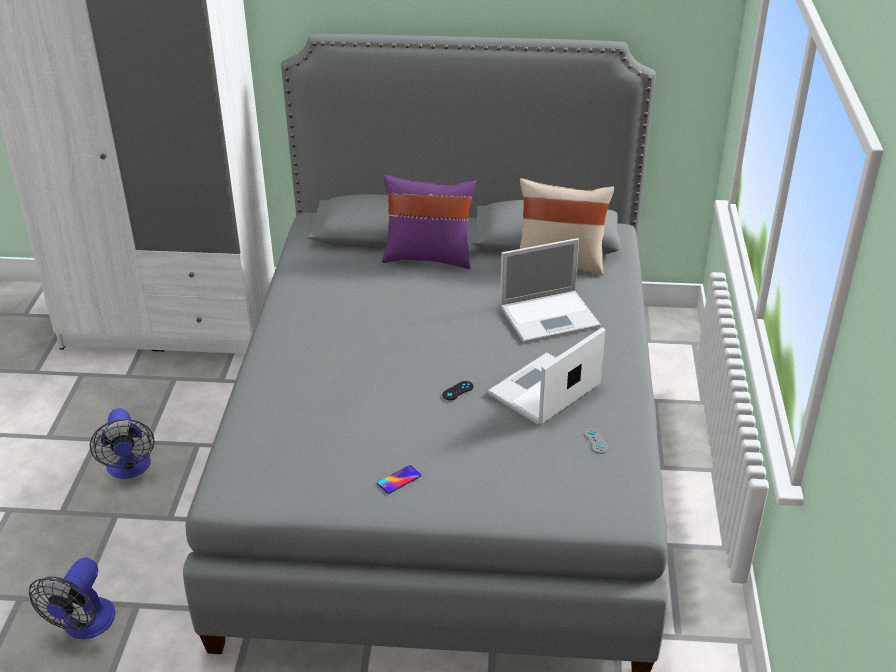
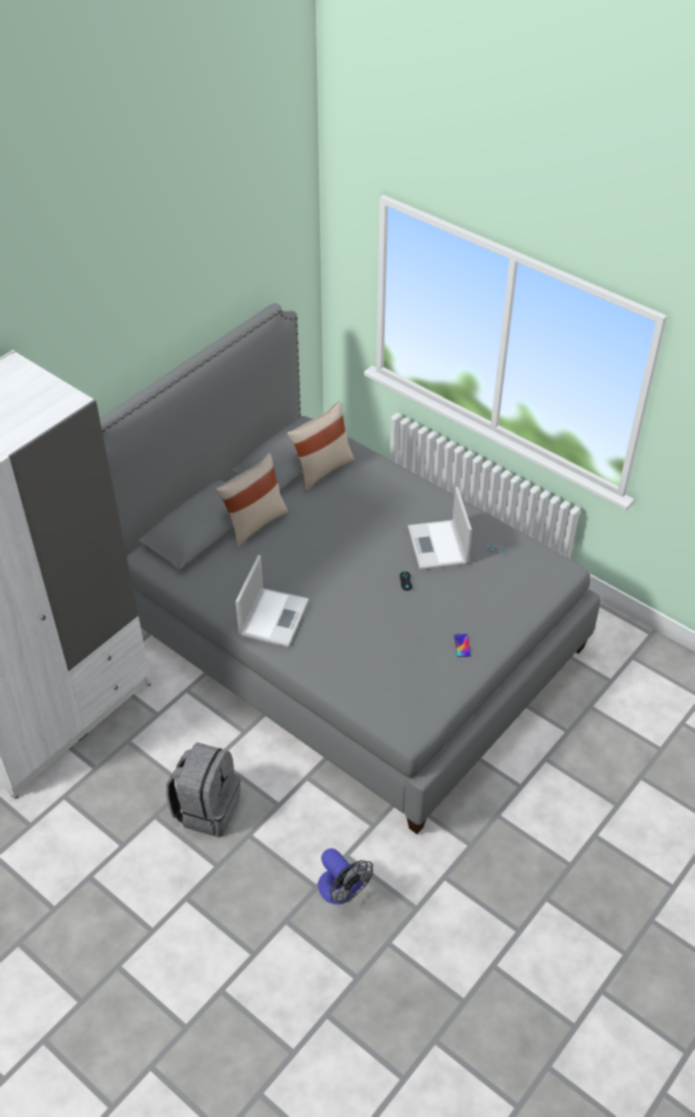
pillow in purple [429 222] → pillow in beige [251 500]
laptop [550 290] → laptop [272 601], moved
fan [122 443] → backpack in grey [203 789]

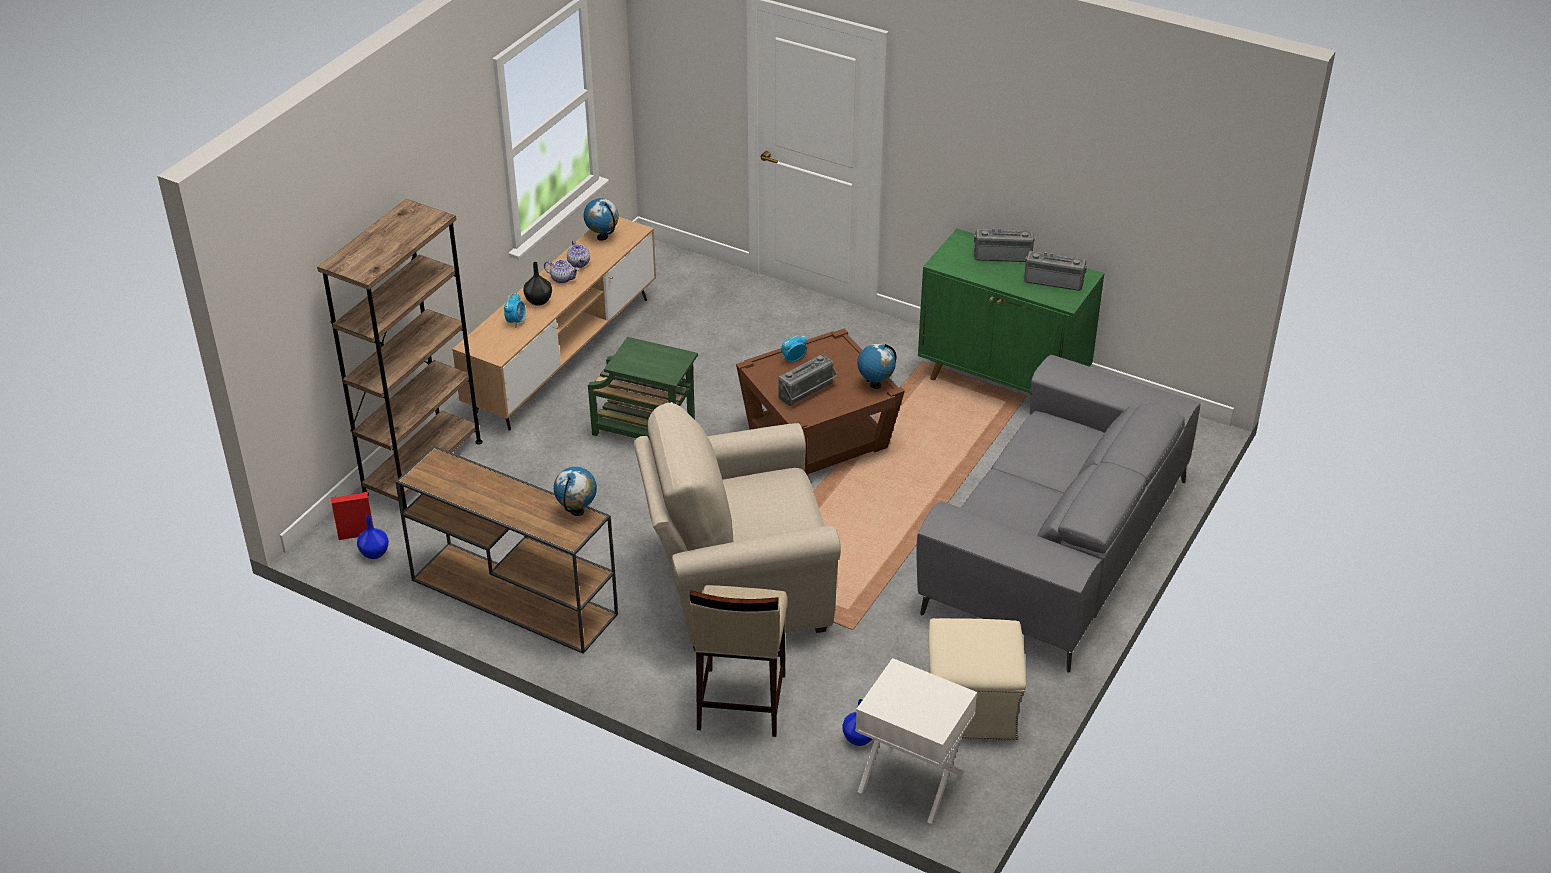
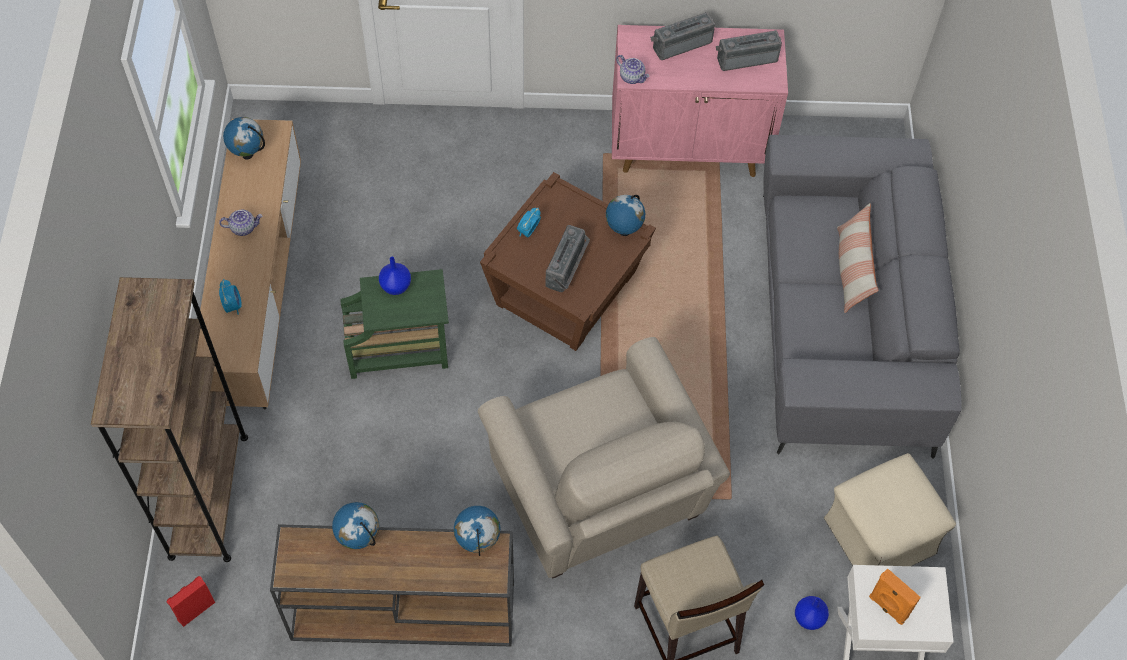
cabinet in green [1011 311] → cabinet in pink [700 101]
teapot [578 254] → teapot [633 69], moved
vase in black [537 284] → -
armchair in beige [737 526] → armchair in beige [604 458], 75 degrees counterclockwise
vase in blue [373 537] → vase in blue [395 276], moved
- → pillow [858 258]
- → globe [355 525]
- → speaker in orange [895 596]

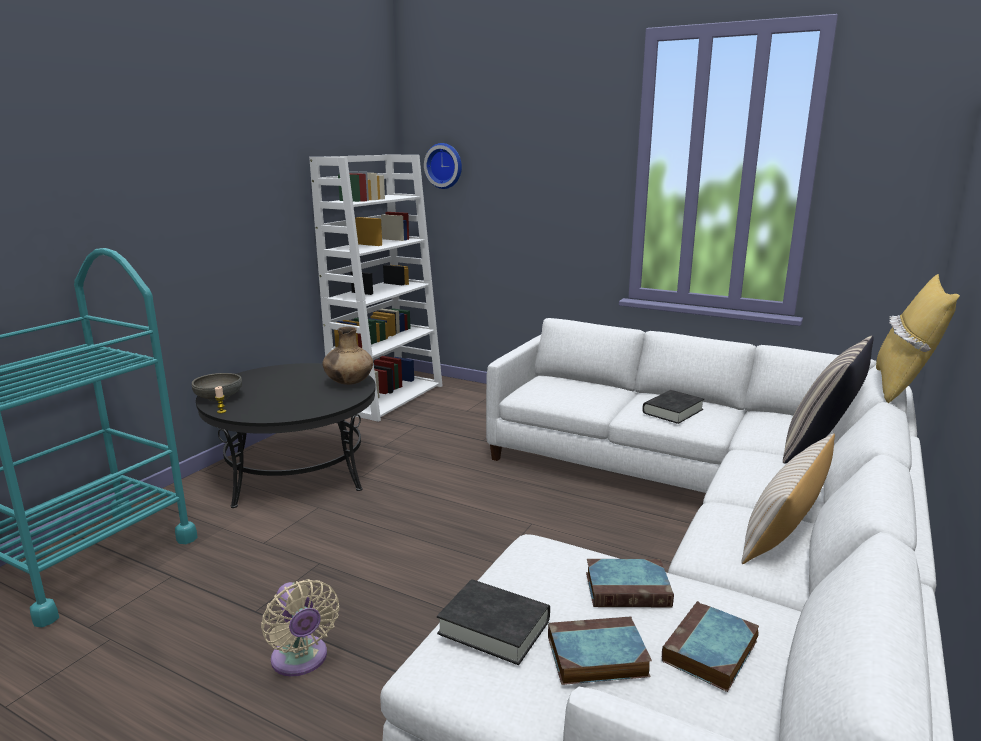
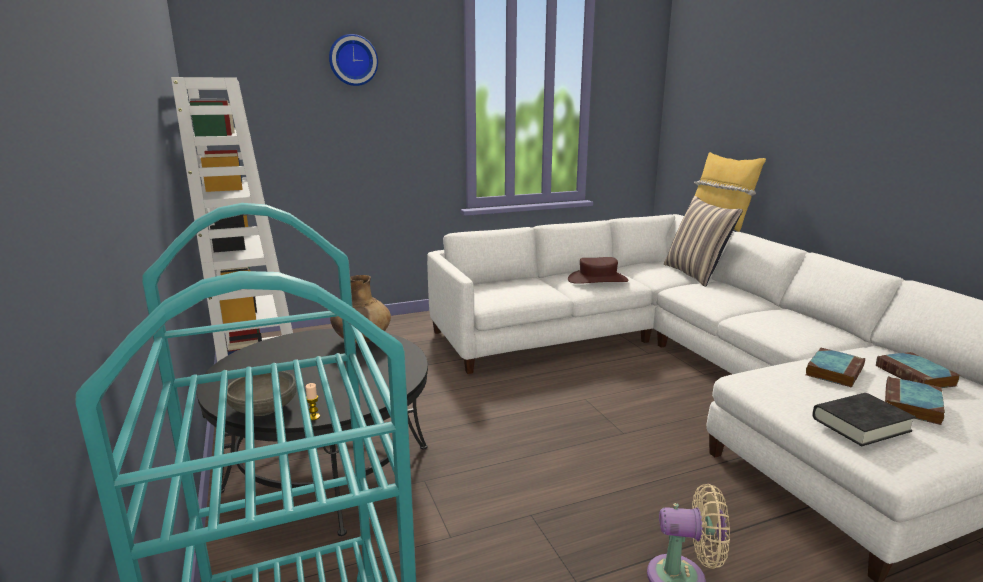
wall clock [443 166] → wall clock [353 60], moved
book in black [673 407] → hat in brown [598 270]
pillow in beige [788 498] → -

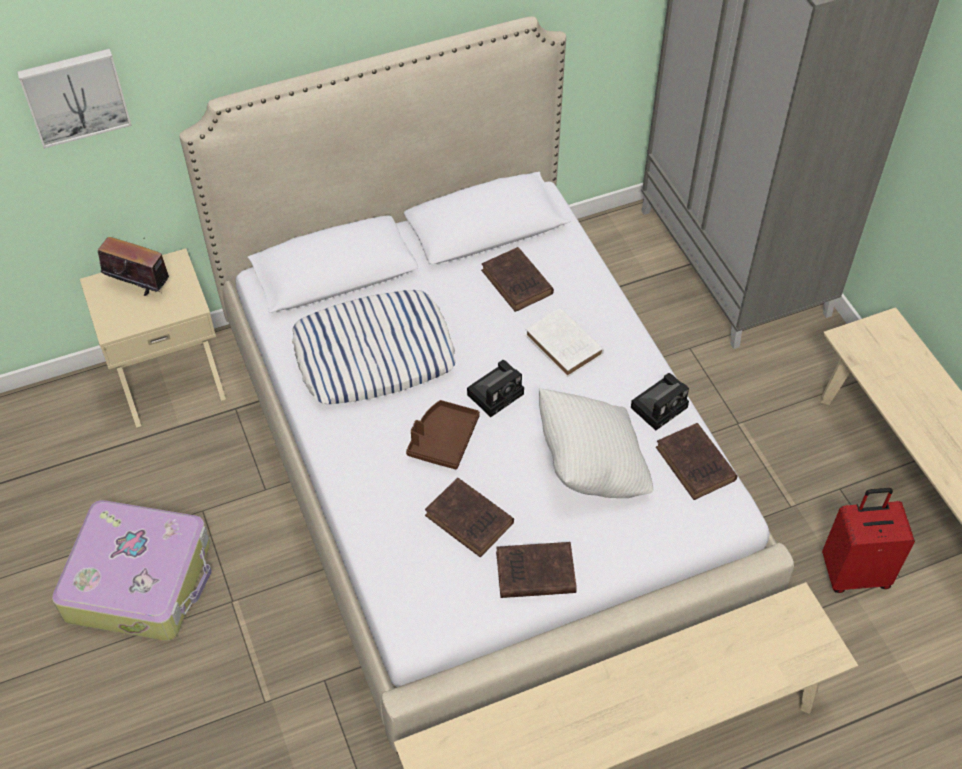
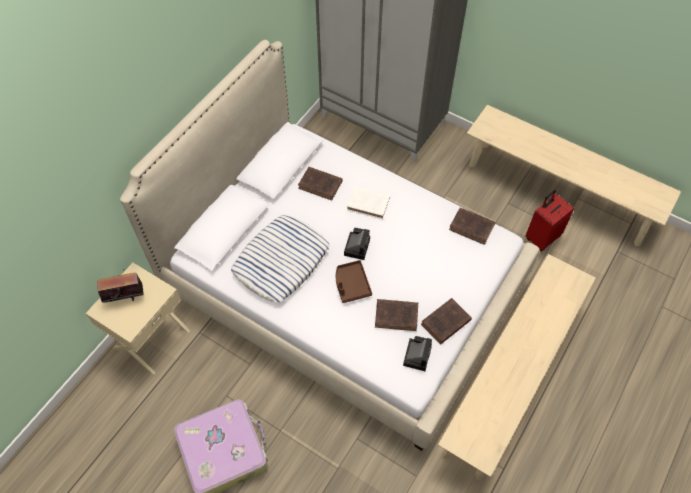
picture [74 99] → -
photo camera [660 401] → photo camera [417 353], moved
pillow in white [596 443] → -

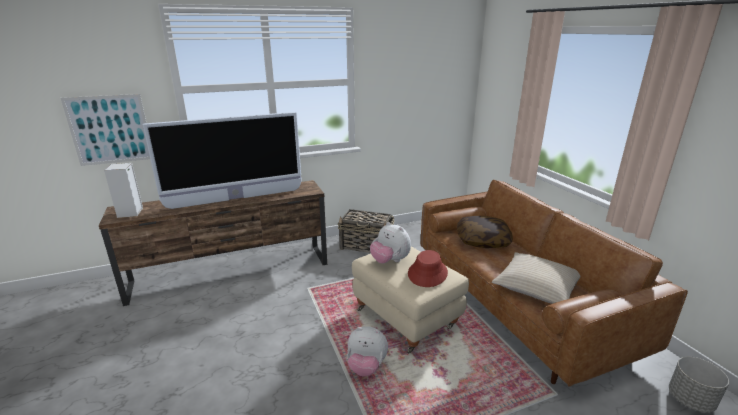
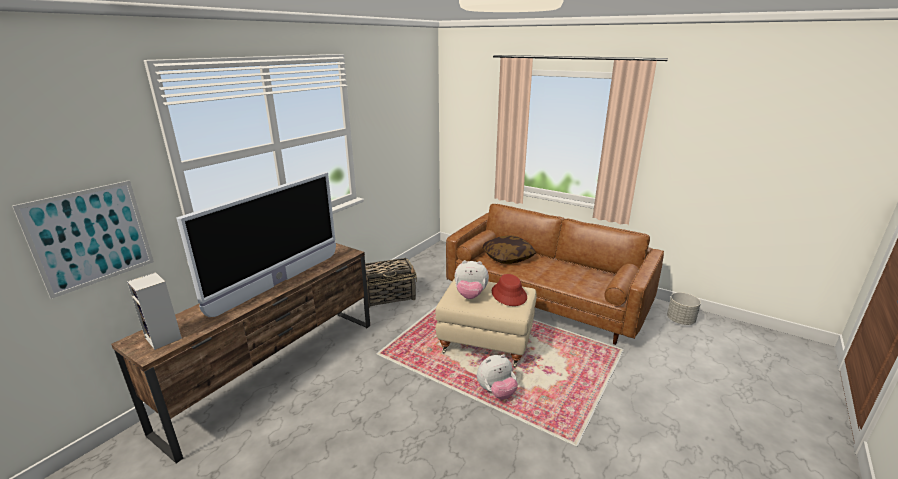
pillow in beige [536 278] → -

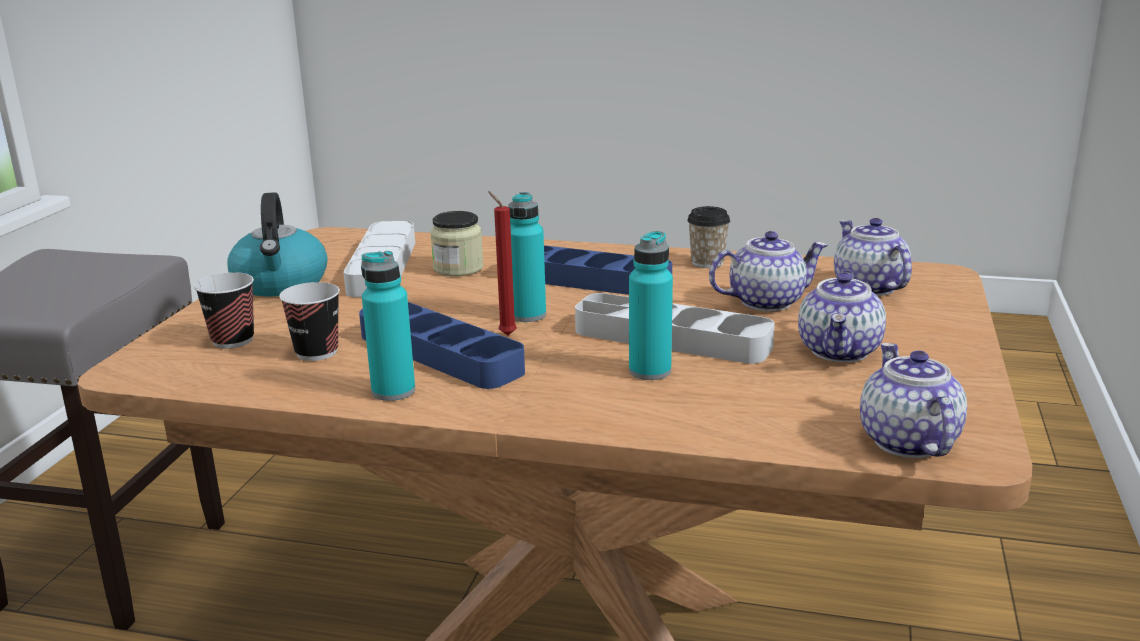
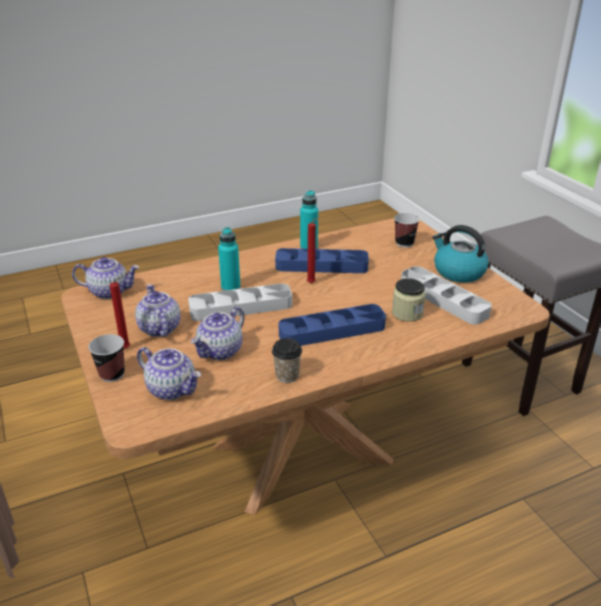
bottle in turquoise [527 257] → -
cup [309 321] → cup [106 358], moved
teapot [913 400] → teapot [105 278], 45 degrees counterclockwise
- → candle in red [120 312]

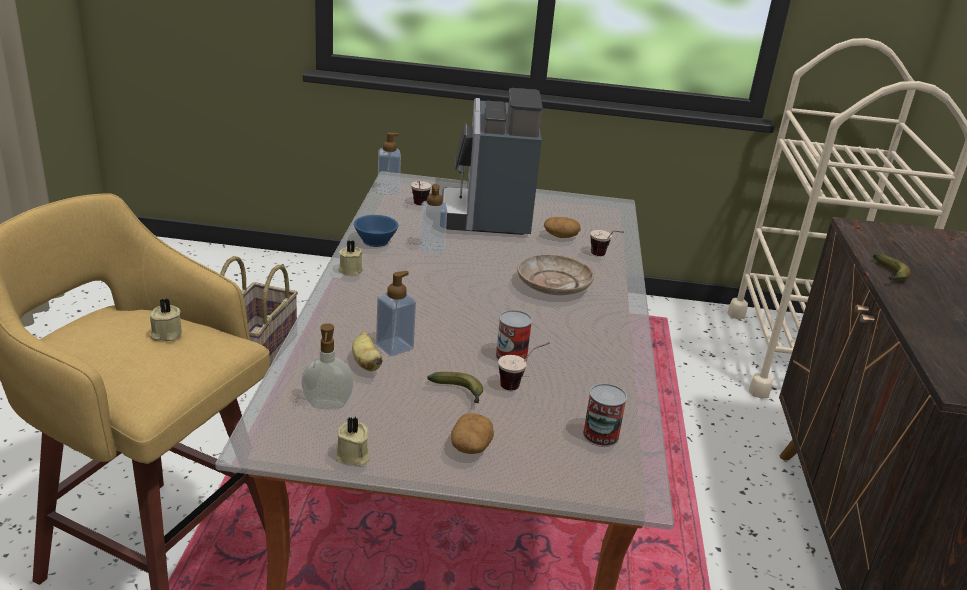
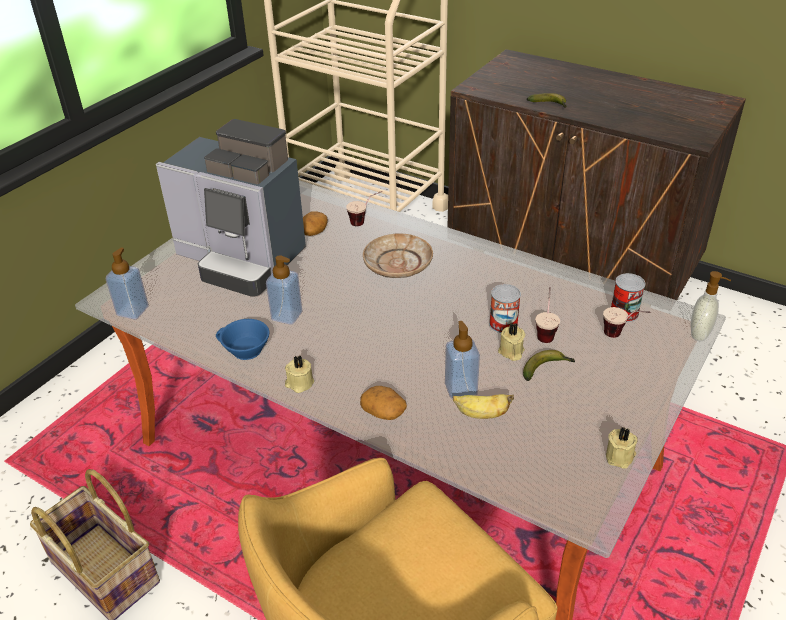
cup [421 193] → cup [626 322], moved
candle in beige [166 319] → candle in beige [511 341], moved
soap dispenser [327 366] → soap dispenser [710 306], moved
potato [472 433] → potato [383 403], moved

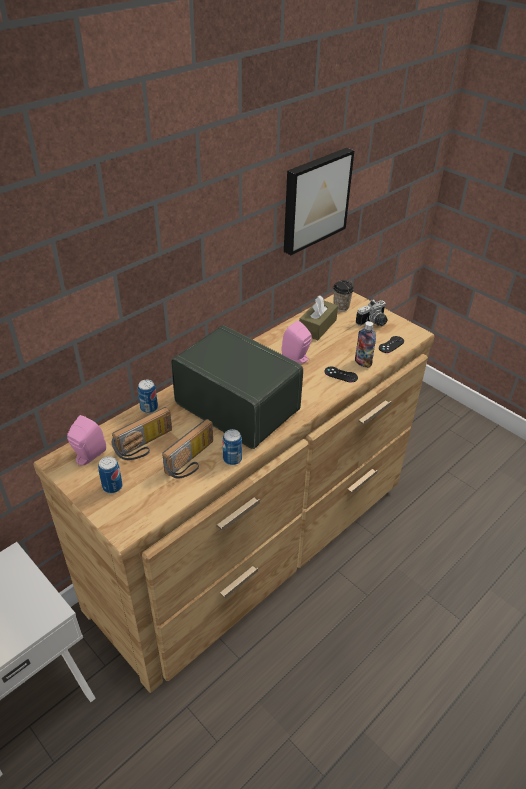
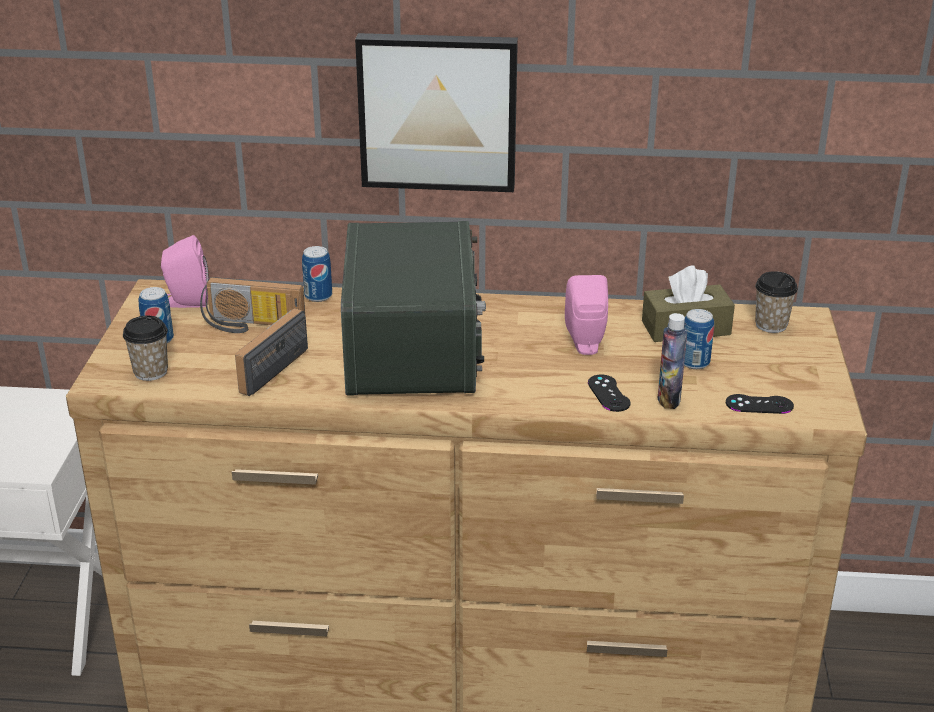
picture [319 201] → picture [436 112], moved
photo camera [371 312] → -
radio [187 448] → radio [271 352], 120 degrees clockwise
can [232 447] → can [699 339], moved
- → cup [145 348]

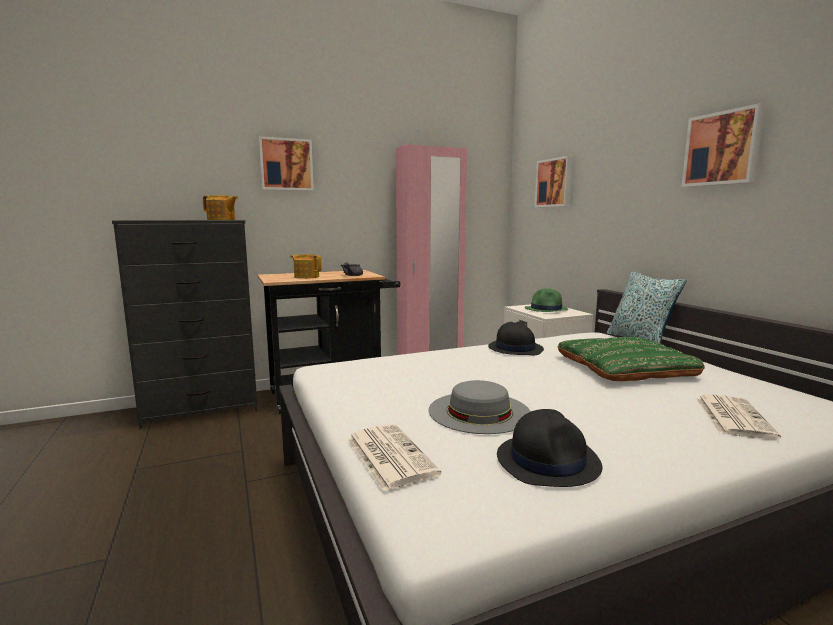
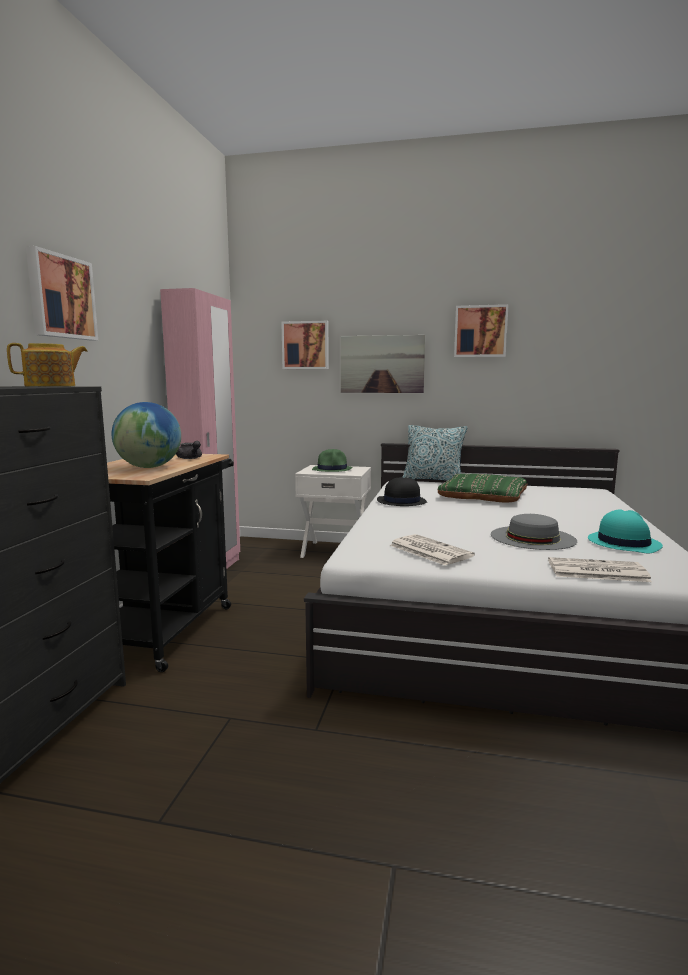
teapot [306 266] → globe [146 435]
newspaper [738 416] → newspaper [432 550], moved
hat in black [549 448] → hat in turquoise [625 531]
- → picture [383 364]

